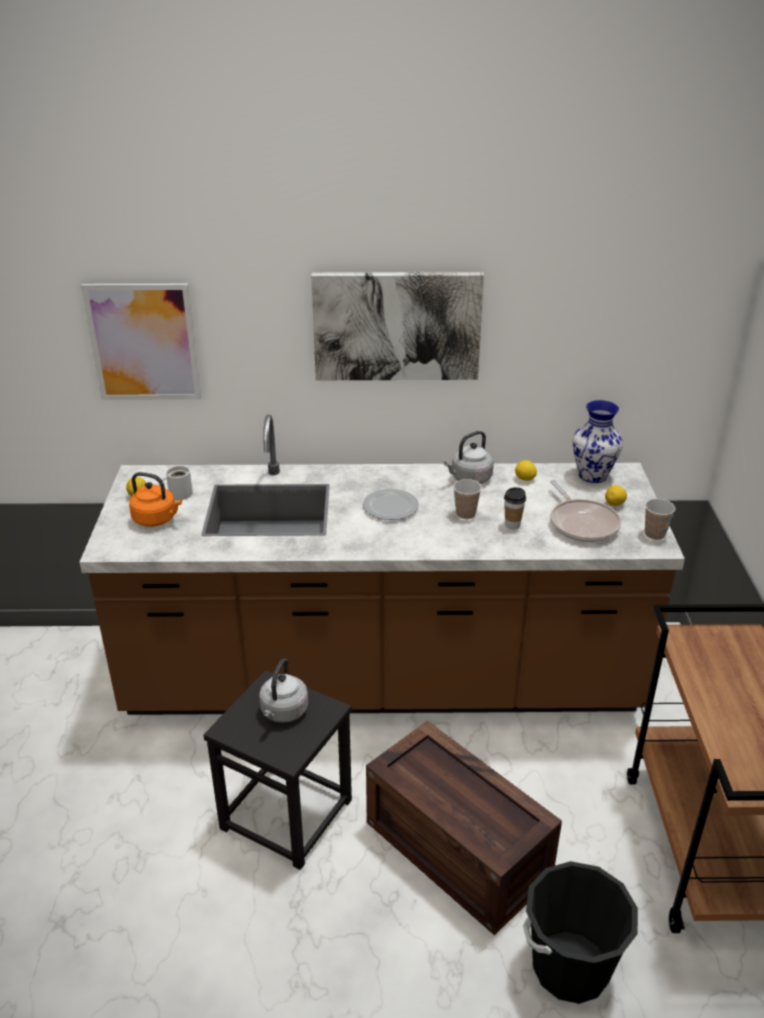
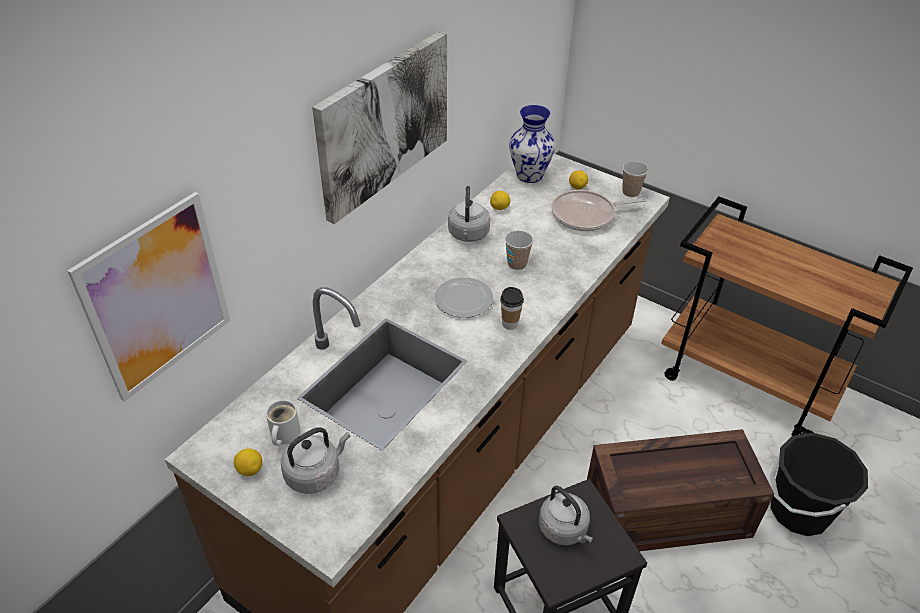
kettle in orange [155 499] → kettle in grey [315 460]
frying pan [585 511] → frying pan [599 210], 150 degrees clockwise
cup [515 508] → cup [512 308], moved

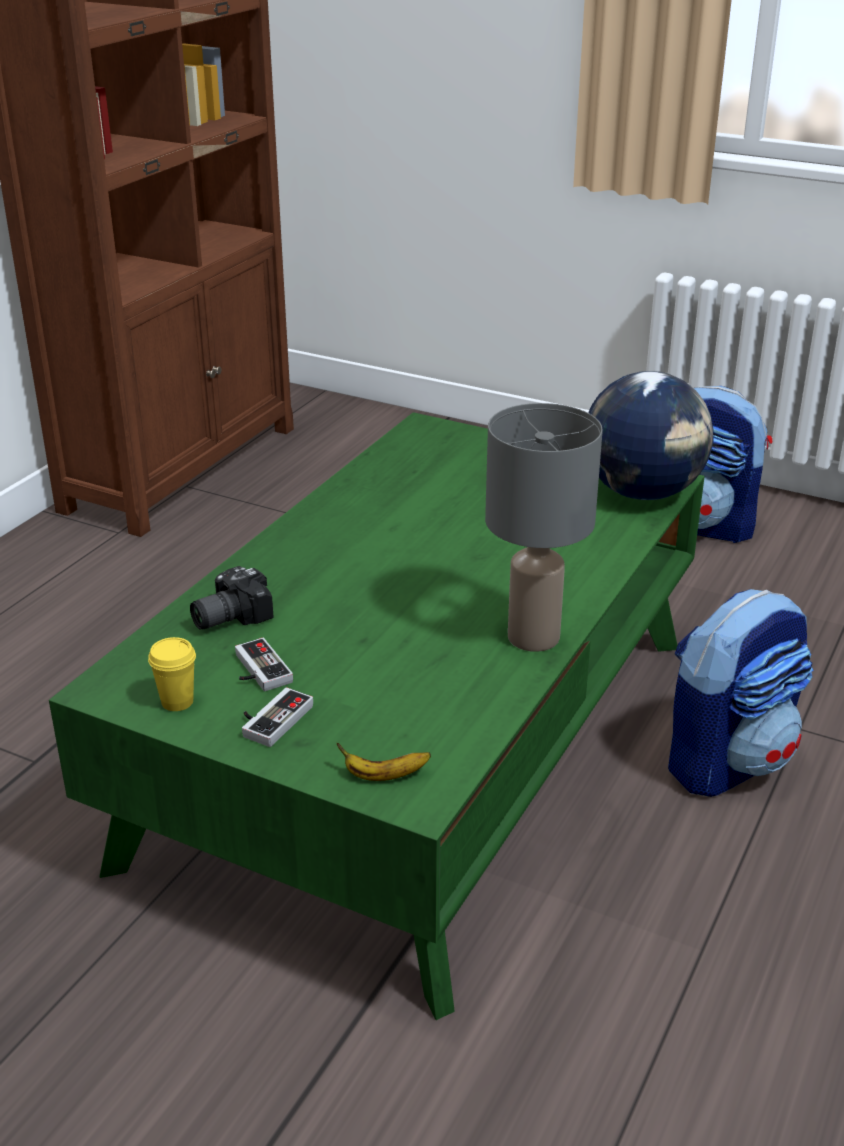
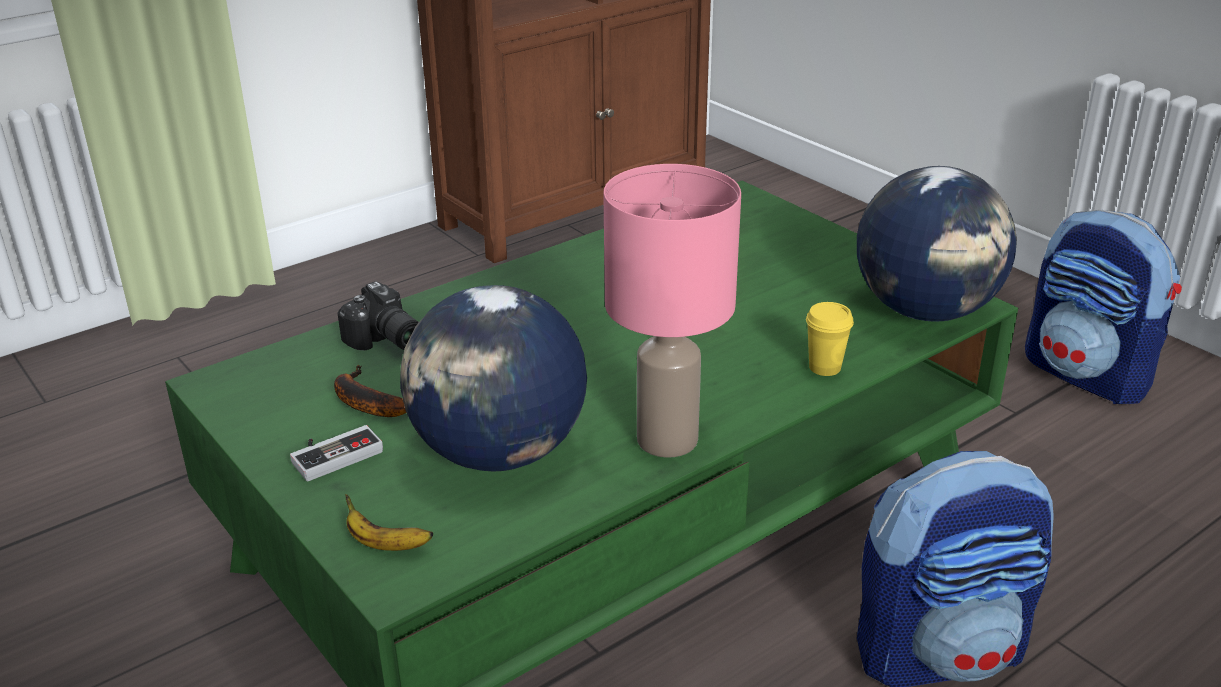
table lamp in grey [544 527] → table lamp in pink [672 311]
photo camera [232 598] → photo camera [378 315], 120 degrees counterclockwise
cup in yellow [172 674] → cup in yellow [830 339], moved
game controller [264 664] → banana [370 391]
- → globe [493 378]

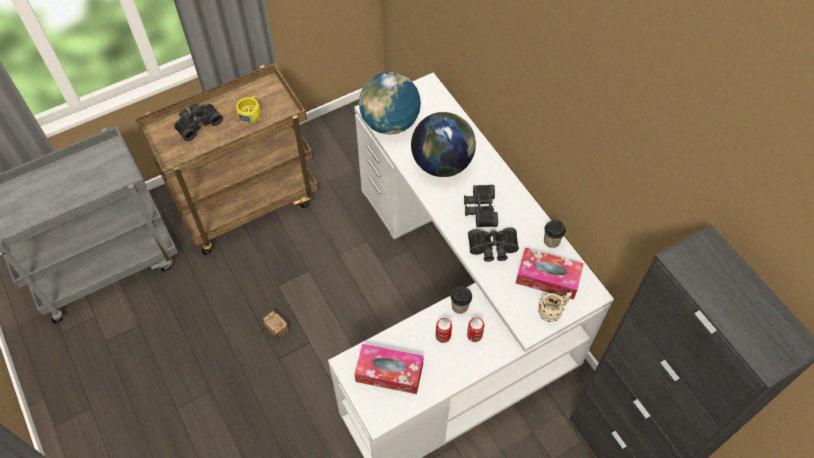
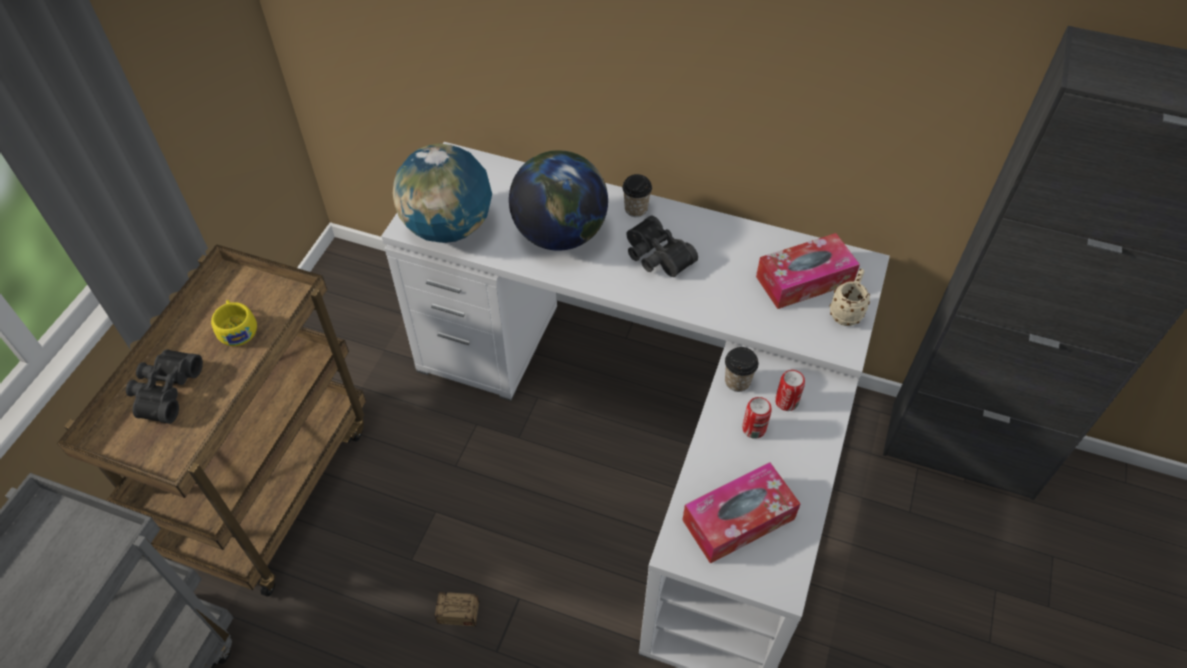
cup [555 234] → cup [637 195], moved
binoculars in black [493 245] → -

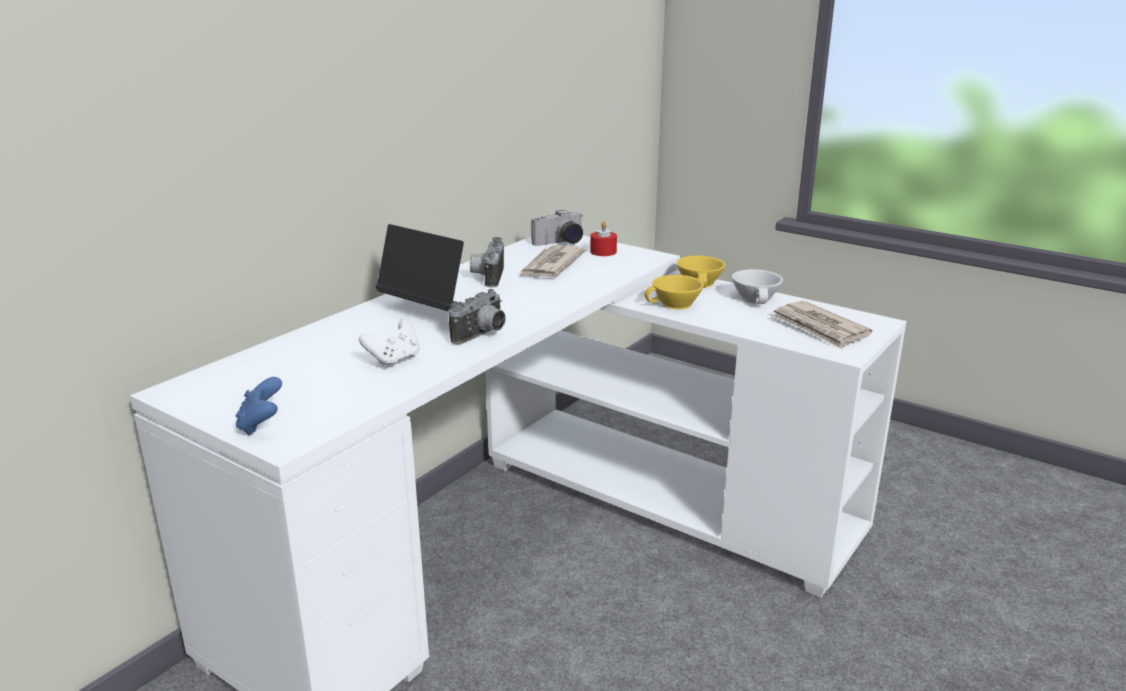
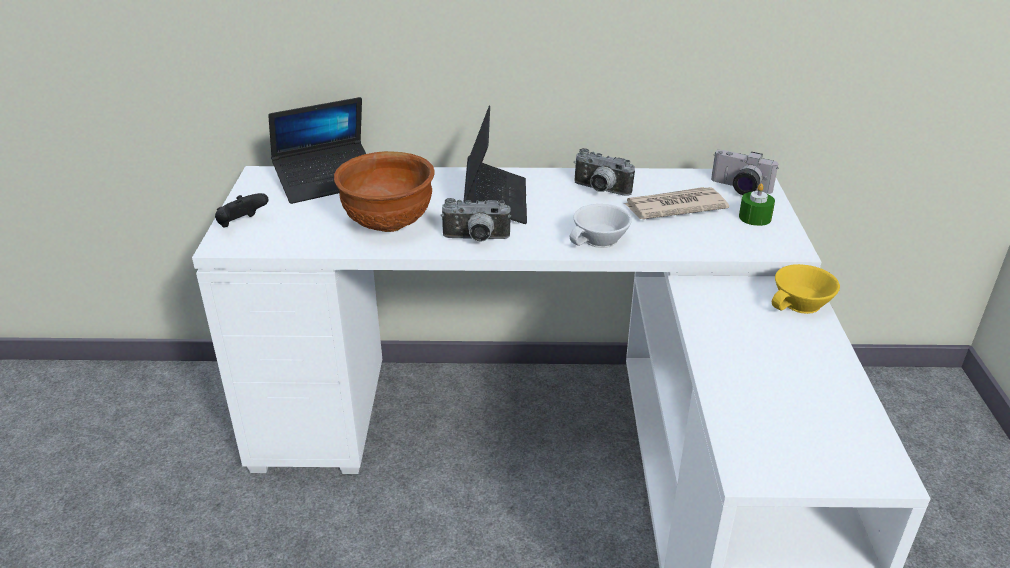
candle in red [603 238] → candle in green [757 204]
photo camera [487 262] → photo camera [604 172], 120 degrees counterclockwise
cup in white [757 286] → cup in white [601 226], moved
cup in yellow [674 292] → -
newspaper [821 325] → -
game controller in white [389 343] → bowl in brown [384 191]
game controller in blue [259 406] → game controller in black [242 210]
- → laptop [317 150]

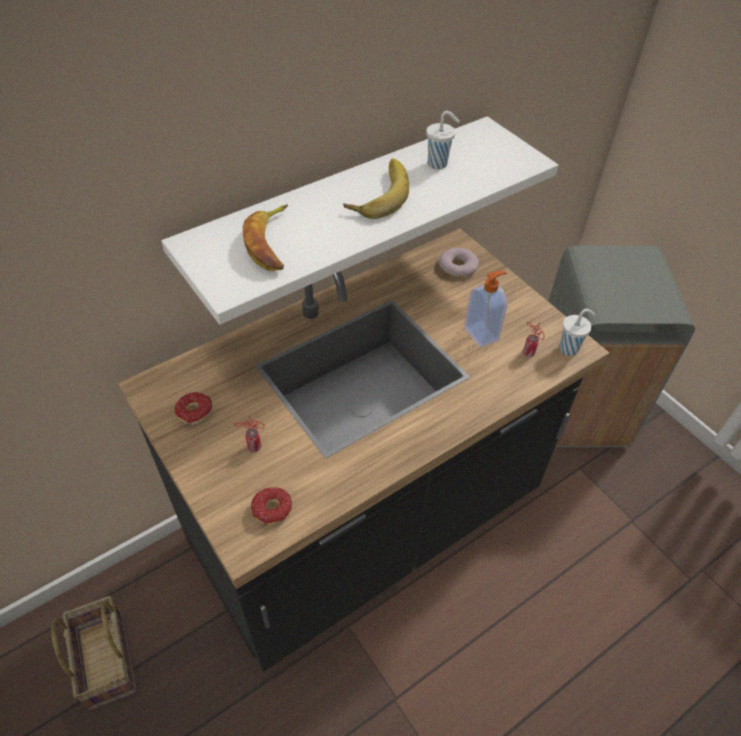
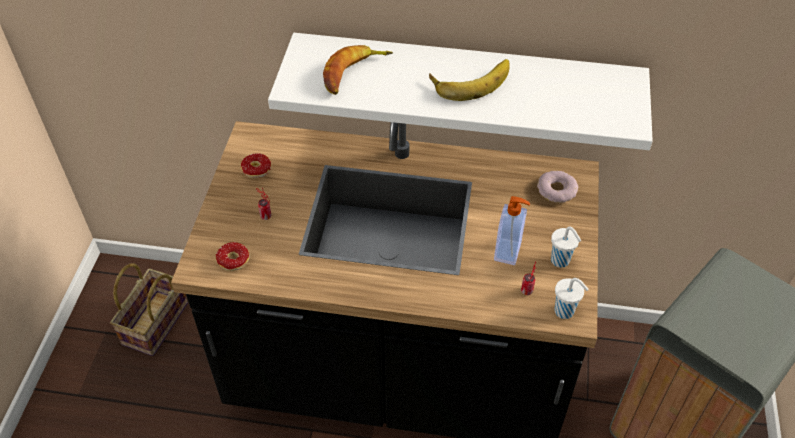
cup in white [443 140] → cup in white [566 247], moved

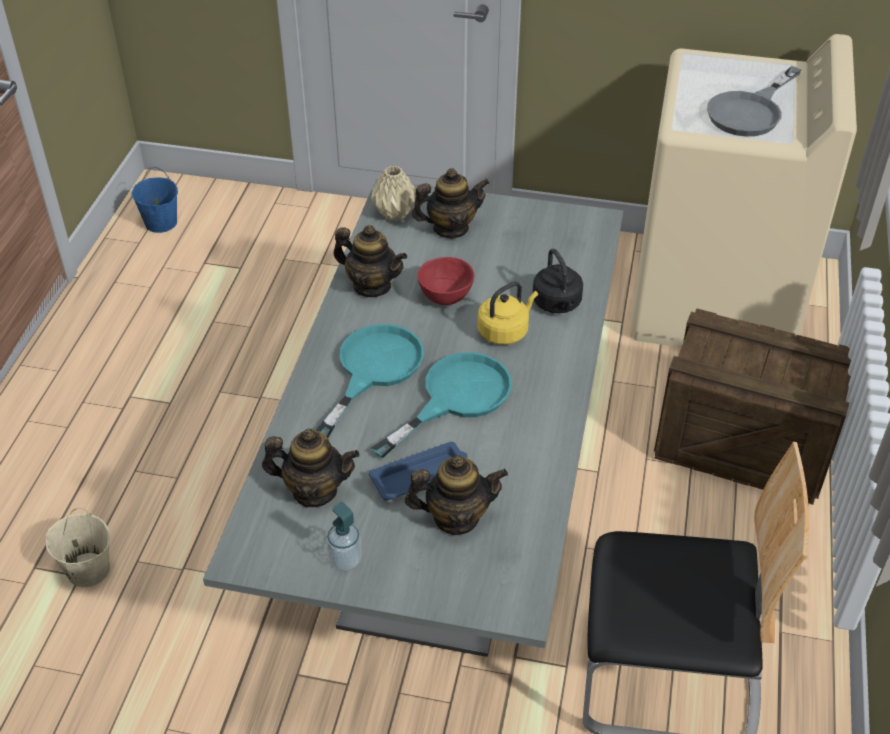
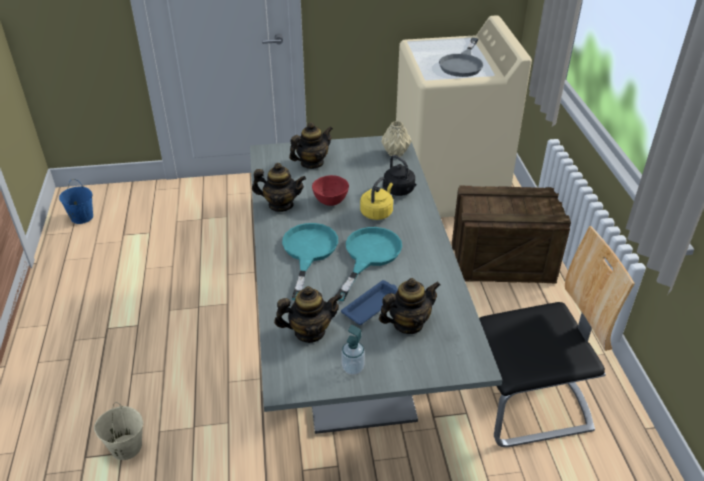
vase in beige [393 194] → vase in beige [396 139], moved

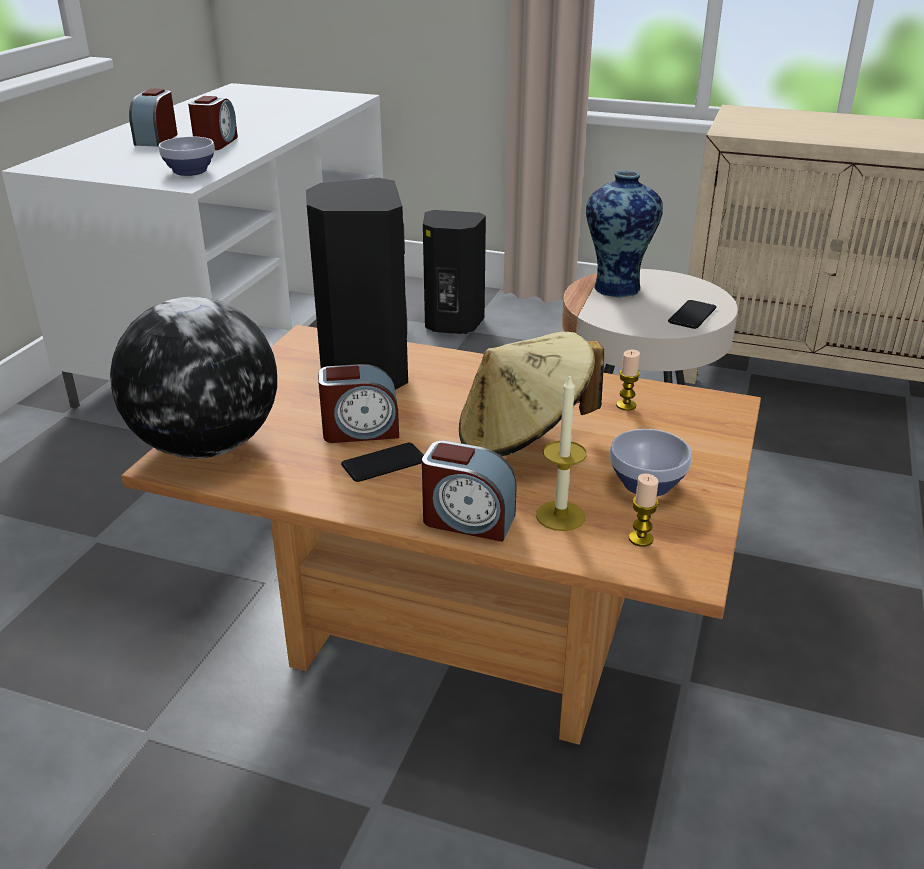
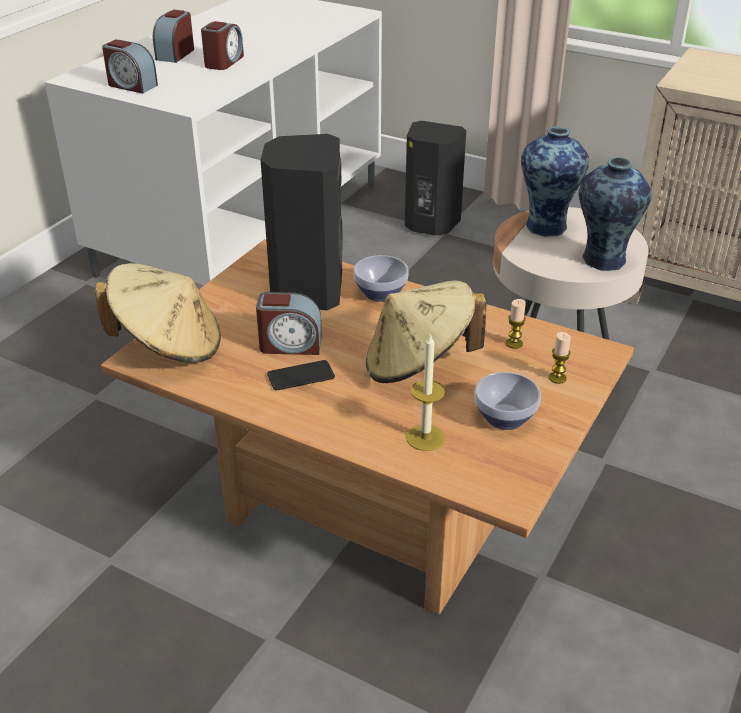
bowl [187 156] → bowl [381 278], moved
globe [193 377] → hat in beige [158 313]
phone [692 314] → vase [615 214]
alarm clock [469 491] → alarm clock [130 66], moved
candle [644 510] → candle [560 358], moved

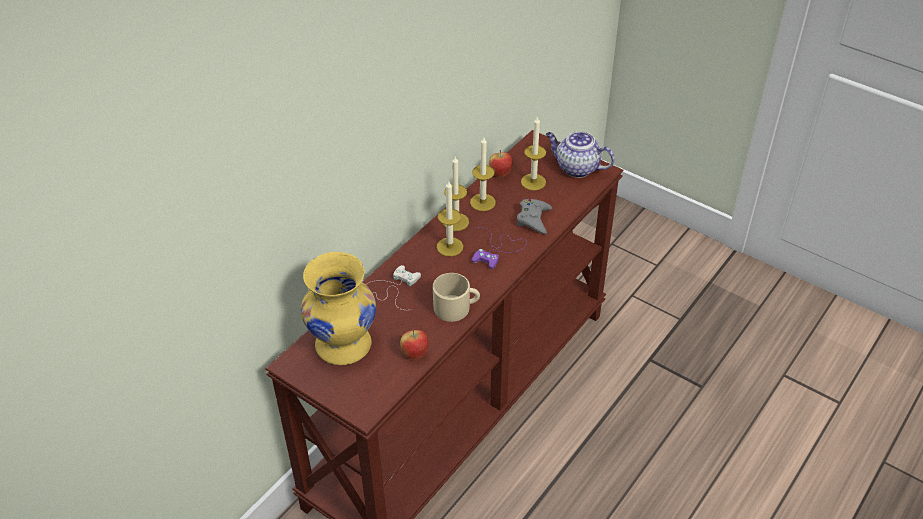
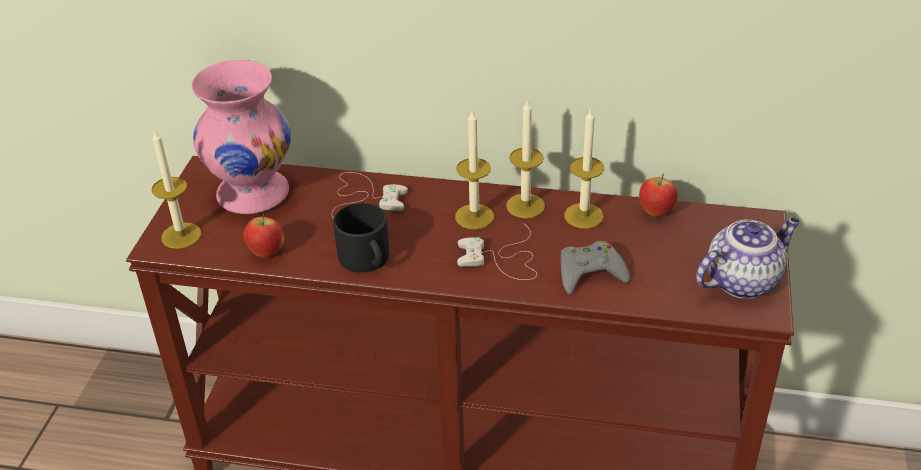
candle [533 153] → candle [176 188], moved
teapot [580 154] → teapot [748 258], 60 degrees clockwise
game controller in purple [499 248] → game controller in white [497 251]
vase in yellow [338 308] → vase in pink [241 137]
mug in beige [456 297] → mug in black [361 238]

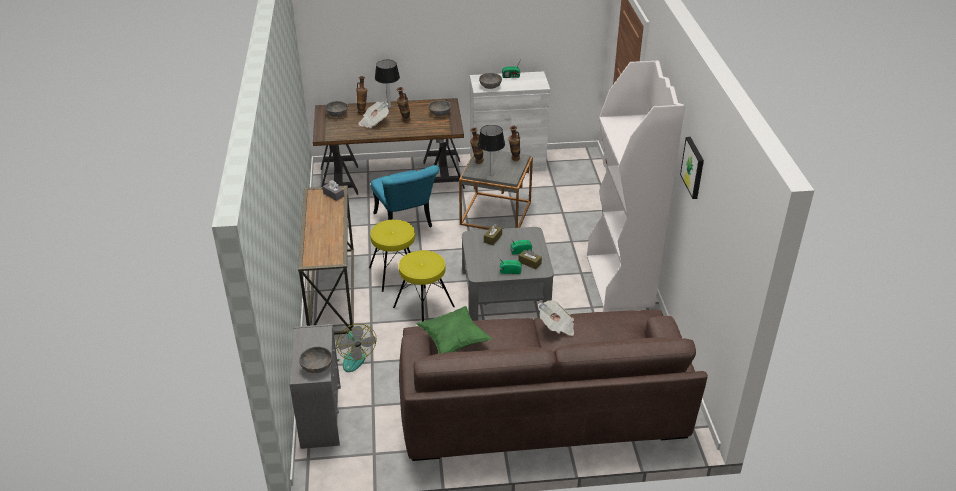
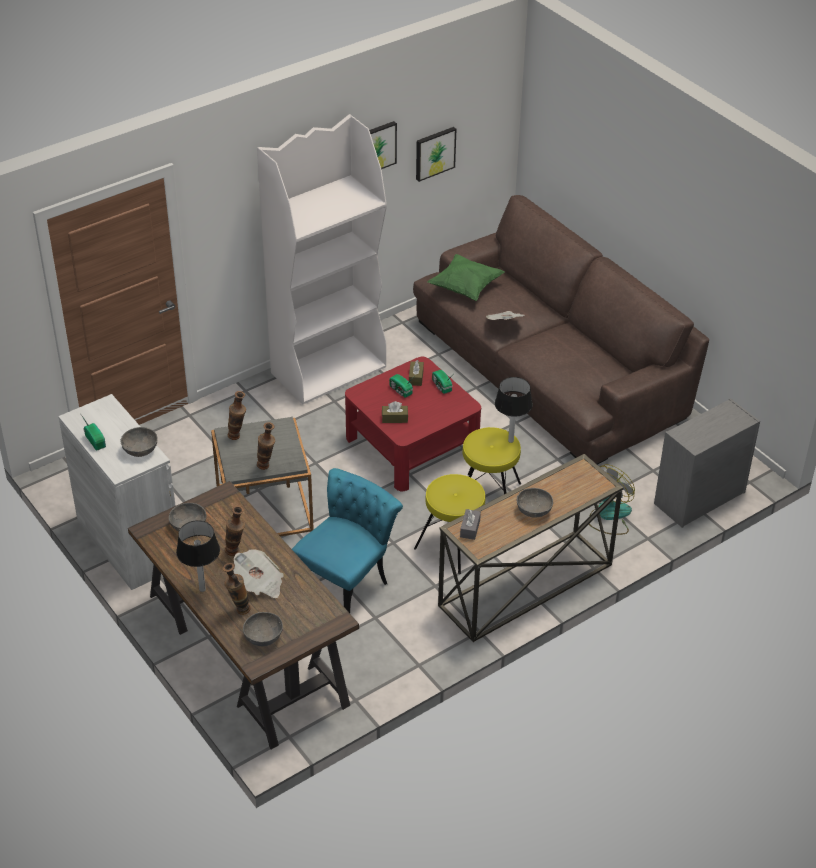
table lamp [491 150] → table lamp [514 410], moved
coffee table in grey [508 274] → coffee table in red [413 424]
pillow in green [454 330] → pillow in green [466 277], moved
bowl in grey [315 360] → bowl in grey [535 502], moved
- → picture [436 154]

